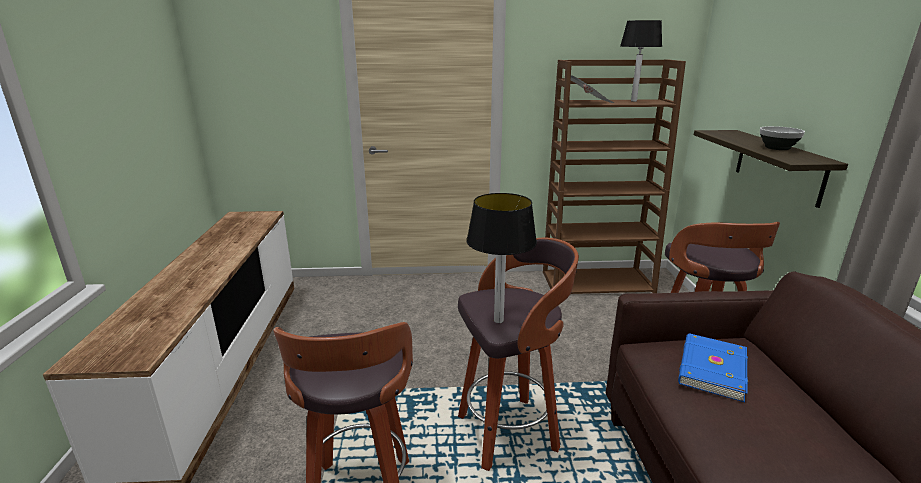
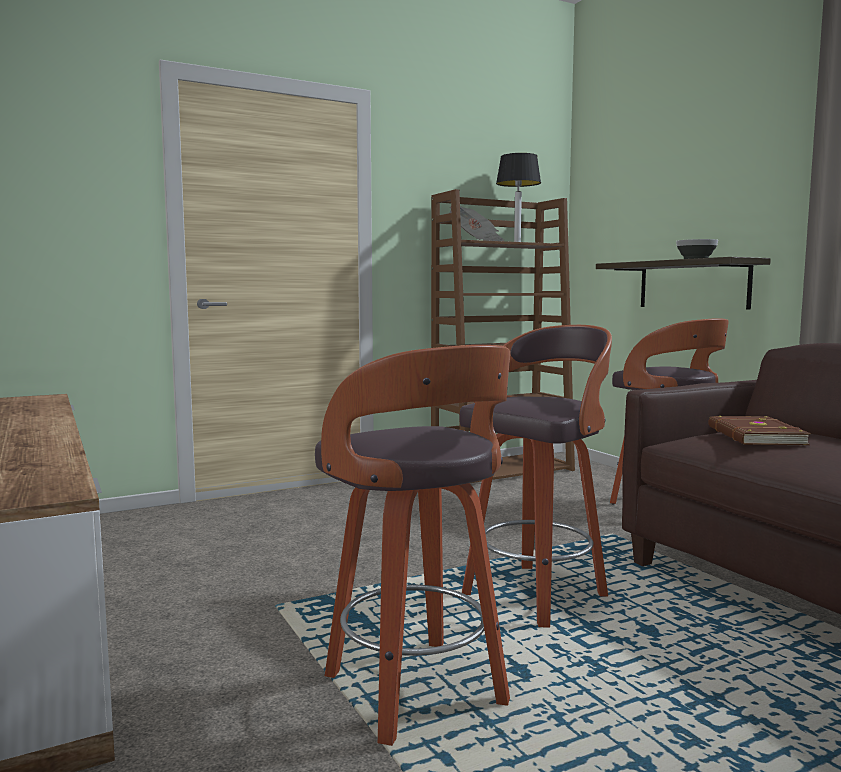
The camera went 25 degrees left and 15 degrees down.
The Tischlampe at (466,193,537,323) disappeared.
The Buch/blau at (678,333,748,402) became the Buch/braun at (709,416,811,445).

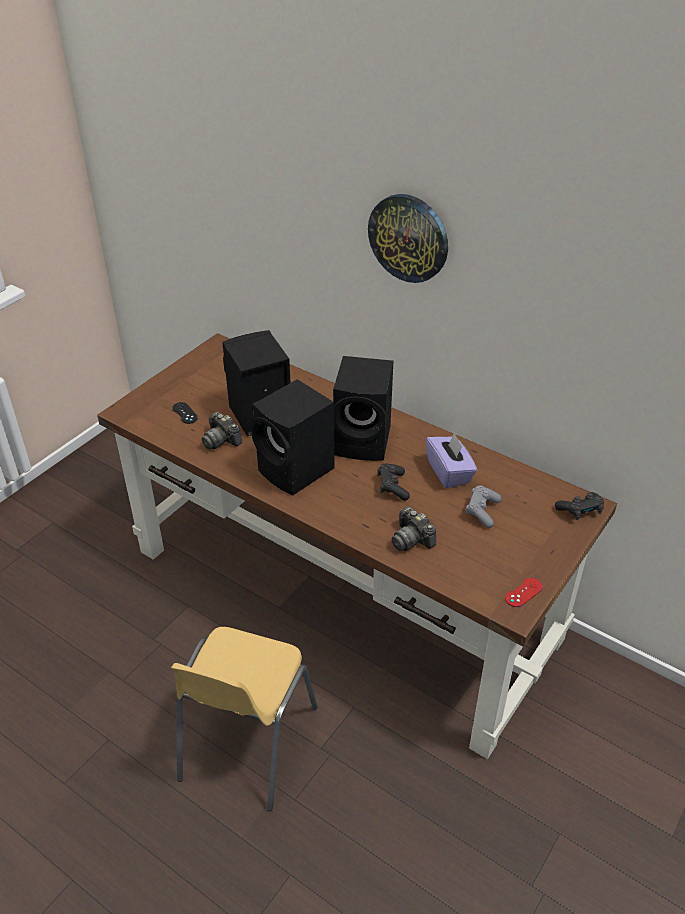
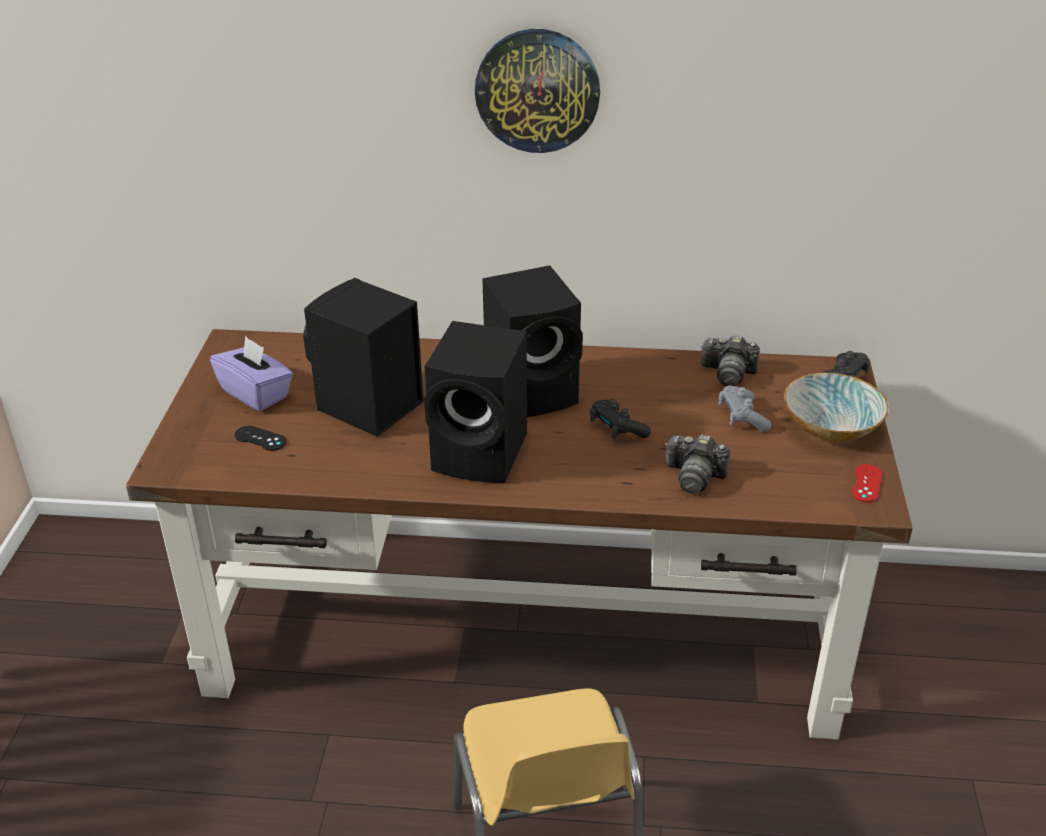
The camera went 30 degrees left and 5 degrees down.
The Schüssel at (784,373,889,442) appeared.
The Kamera moved from (201,412,242,450) to (701,335,760,386).
The Taschentuchbox/lila moved from (426,432,477,488) to (210,336,293,411).

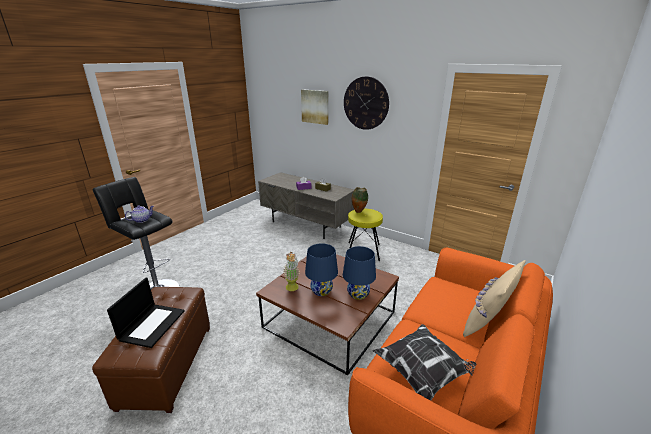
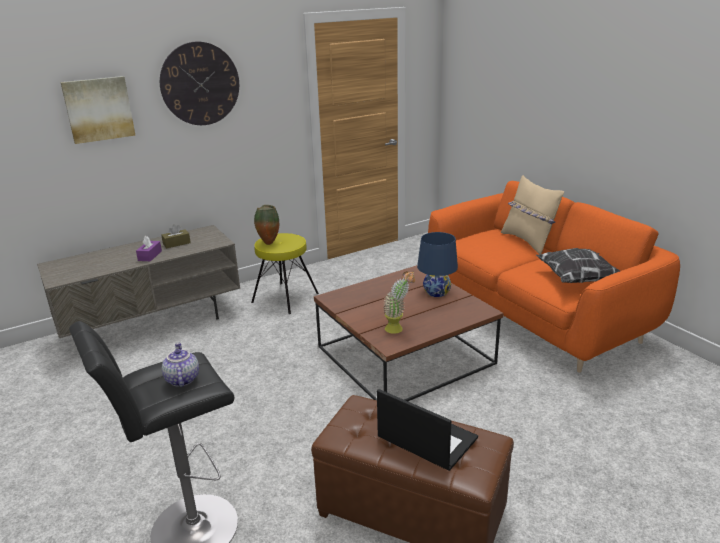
The camera went 65 degrees left and 0 degrees up.
The Tischlampe/blau at (305,243,338,296) disappeared.

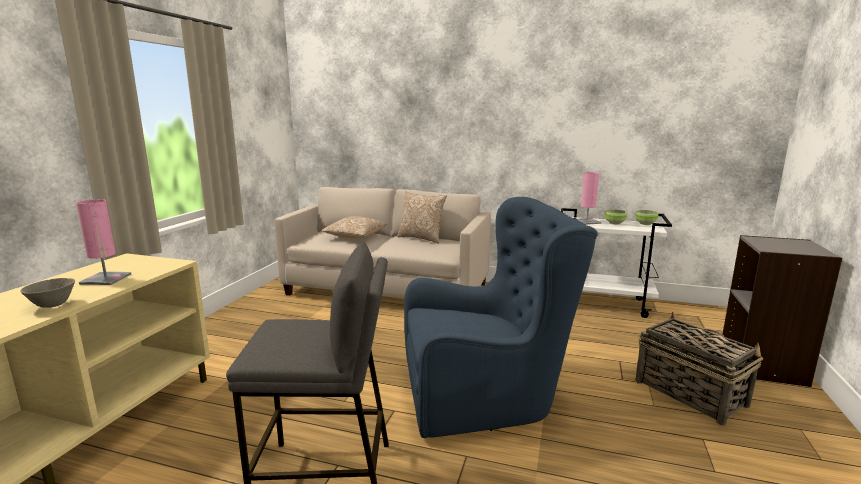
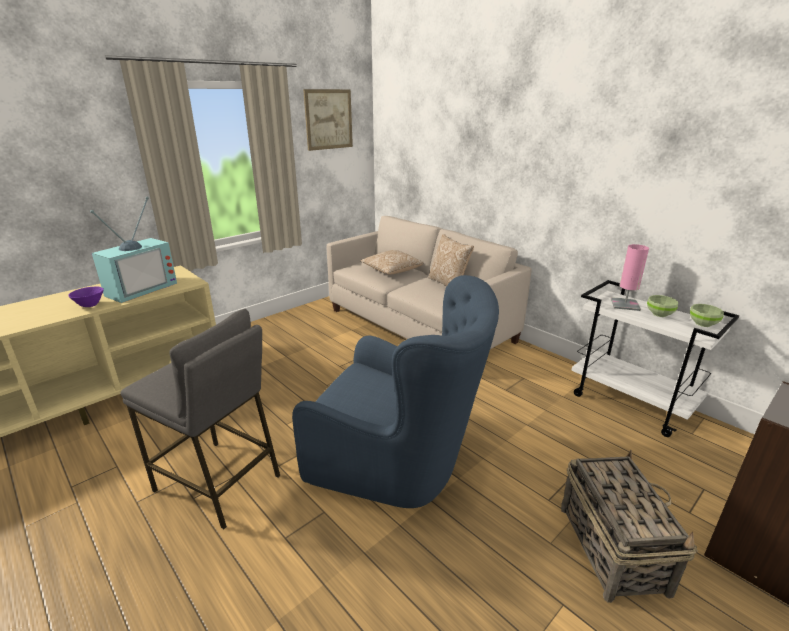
The camera went 30 degrees right and 10 degrees up.
The Bild at (303,89,353,151) appeared.
The Tischlampe/rosa at (76,199,131,285) was replaced by the Fernseher at (90,197,177,303).
The Schüssel/grau at (20,278,75,308) became the Schüssel/lila at (68,286,104,307).

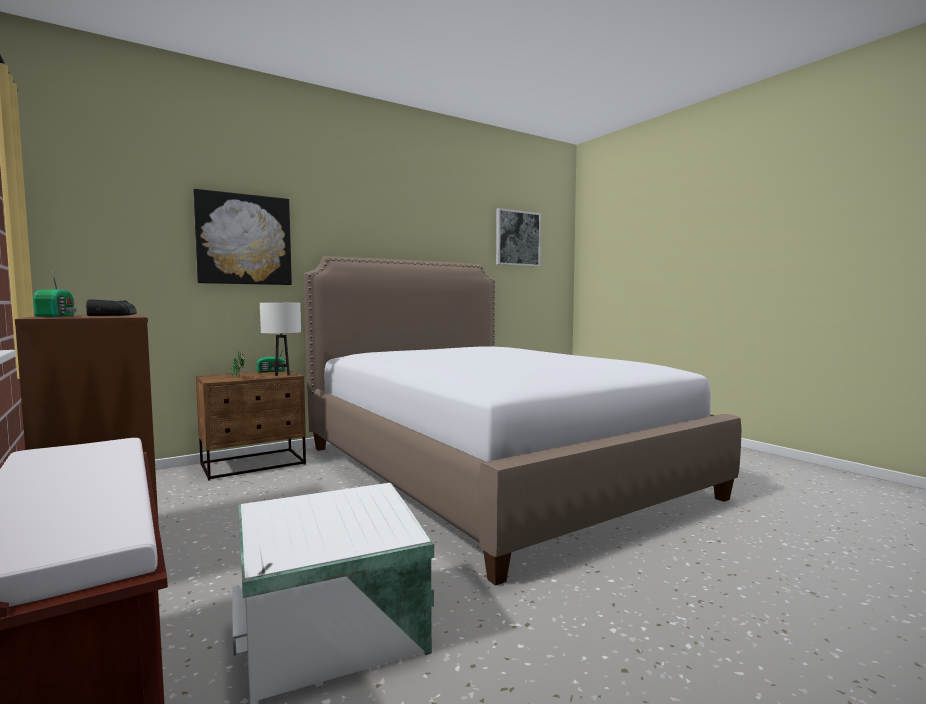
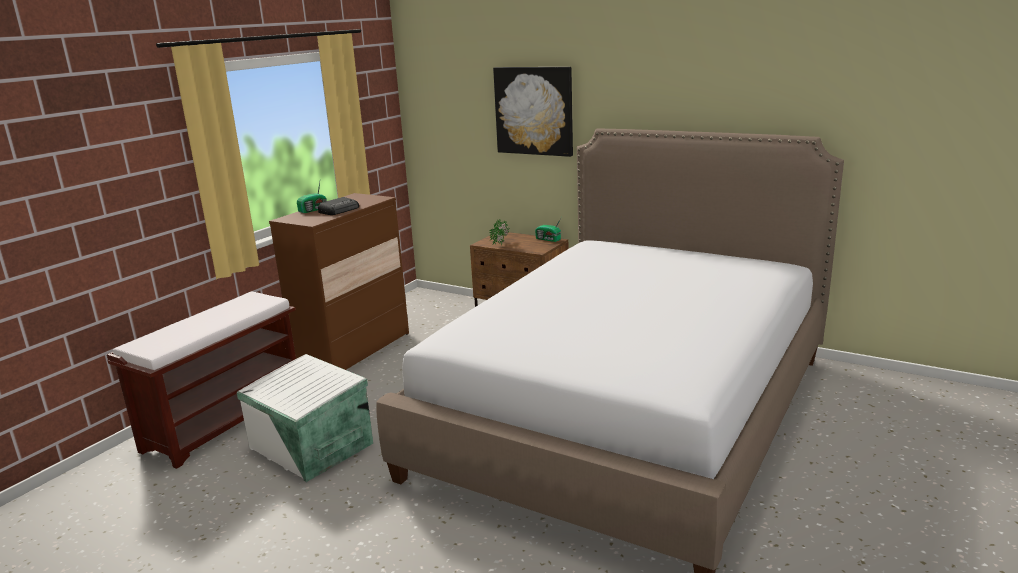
The camera went 65 degrees right and 15 degrees up.
The Tischlampe/weiß at (260,302,301,376) disappeared.
The Bild at (496,208,541,267) disappeared.

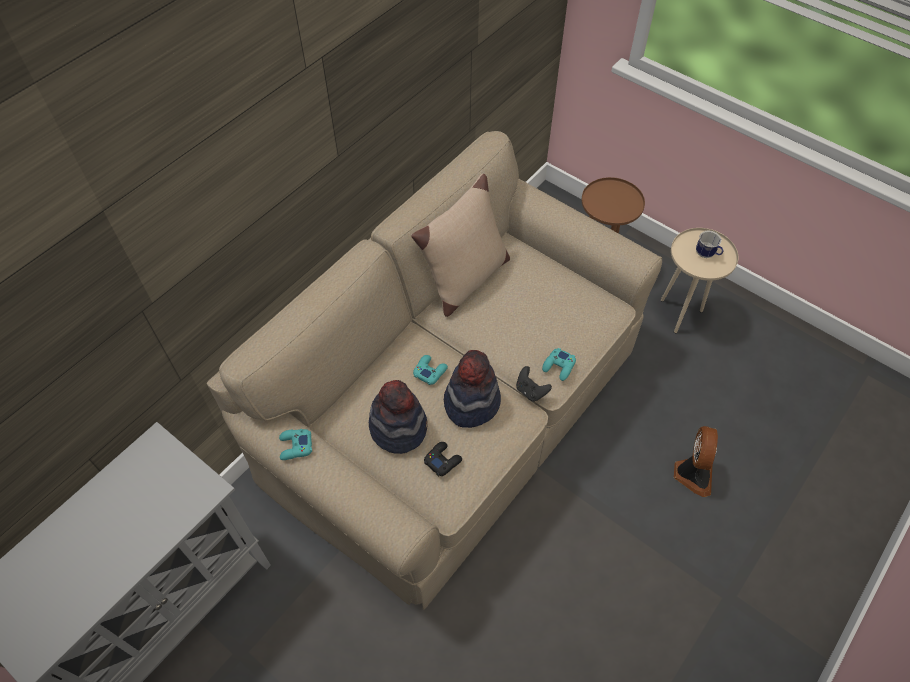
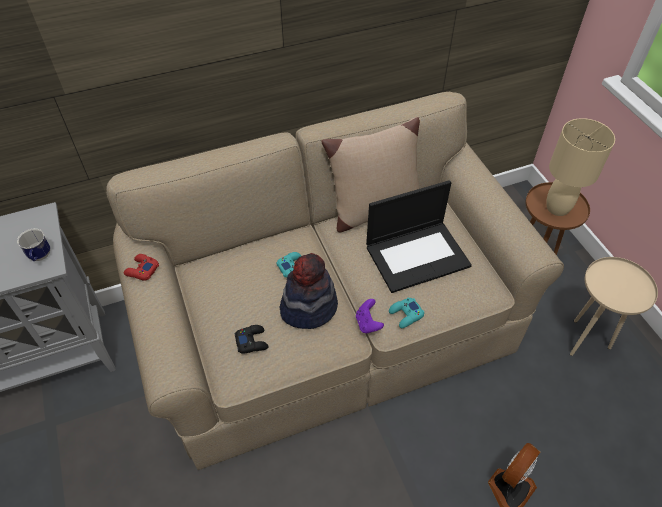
The camera went 30 degrees right and 5 degrees down.
The Hut at (369,380,428,454) disappeared.
The Laptop at (366,180,472,293) appeared.
The Tischlampe/beige at (546,118,615,216) appeared.
The Henkelbecher moved from (696,230,724,258) to (17,228,50,261).
The Gamepad/türkis at (279,429,312,460) became the Gamepad/rot at (124,254,159,281).
The Gamepad/schwarz at (516,366,552,402) became the Gamepad/lila at (356,299,384,334).

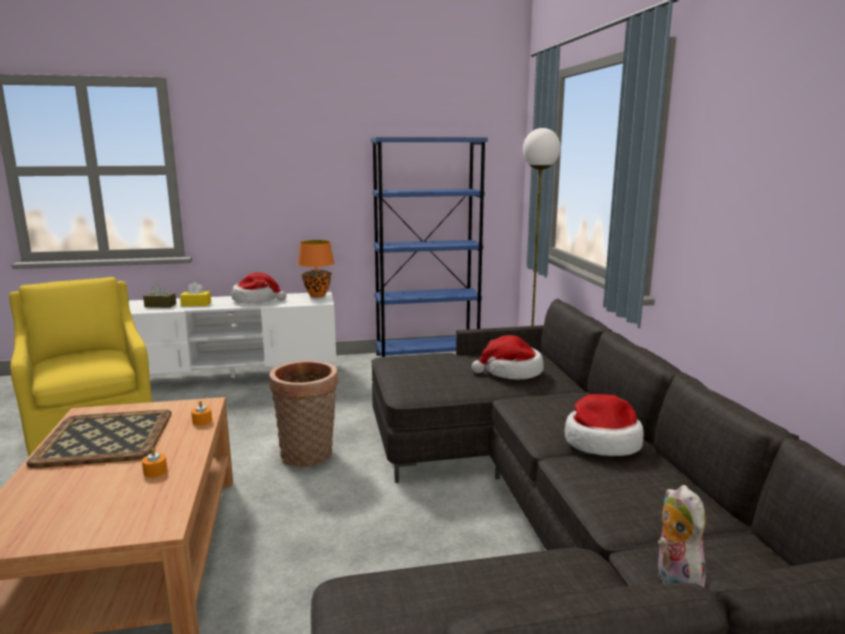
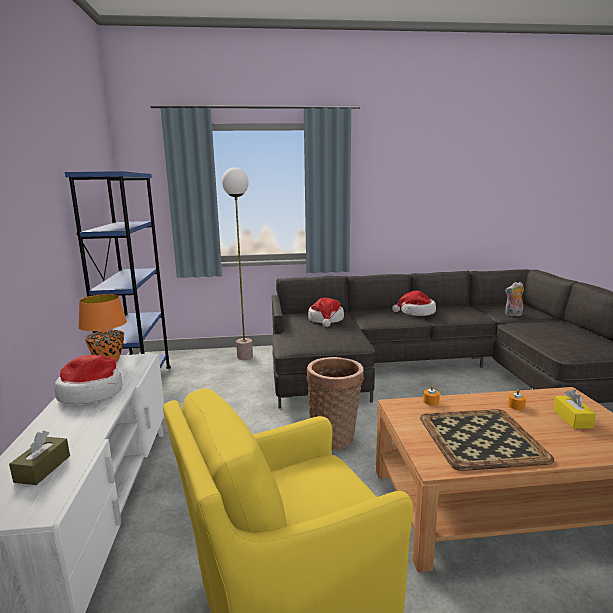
The camera went 85 degrees left and 0 degrees up.
The Taschentuchbox/gelb moved from (180,282,211,306) to (553,390,596,429).

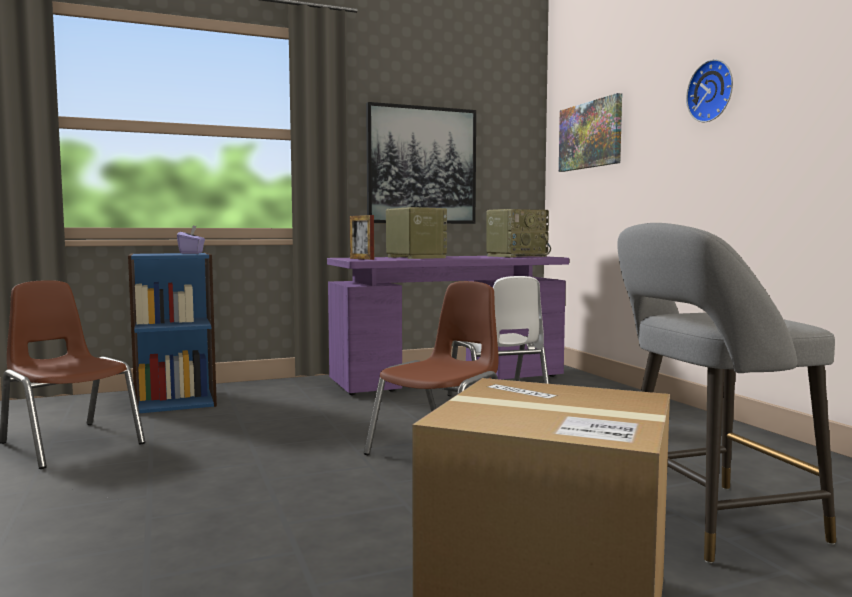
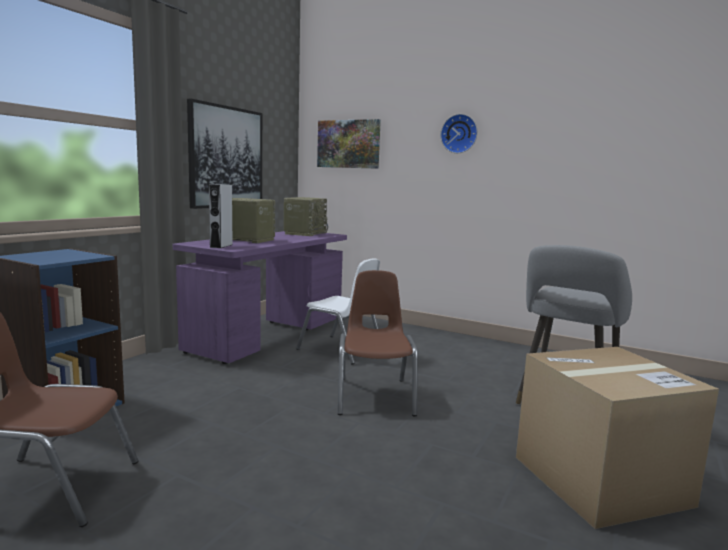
The camera went 40 degrees left and 5 degrees up.
The Taschentuchbox/lila at (177,226,205,254) disappeared.
The Bilderrahmen at (350,215,374,260) was replaced by the Lautsprecher/grau at (209,184,232,248).

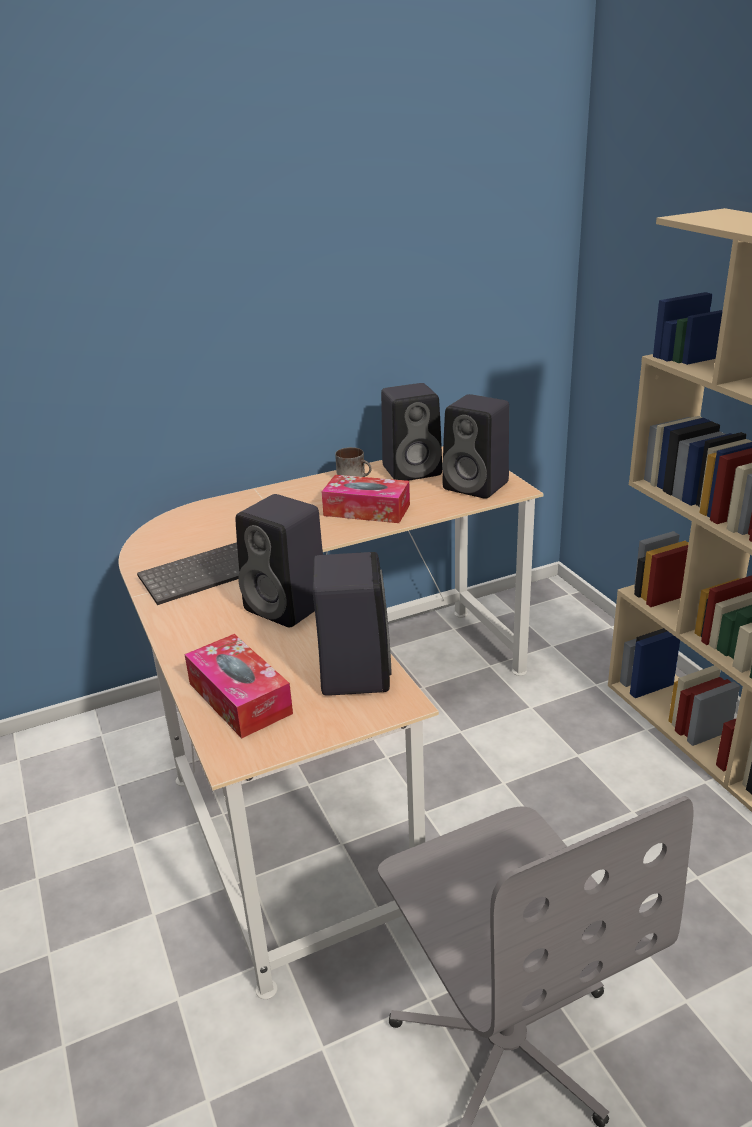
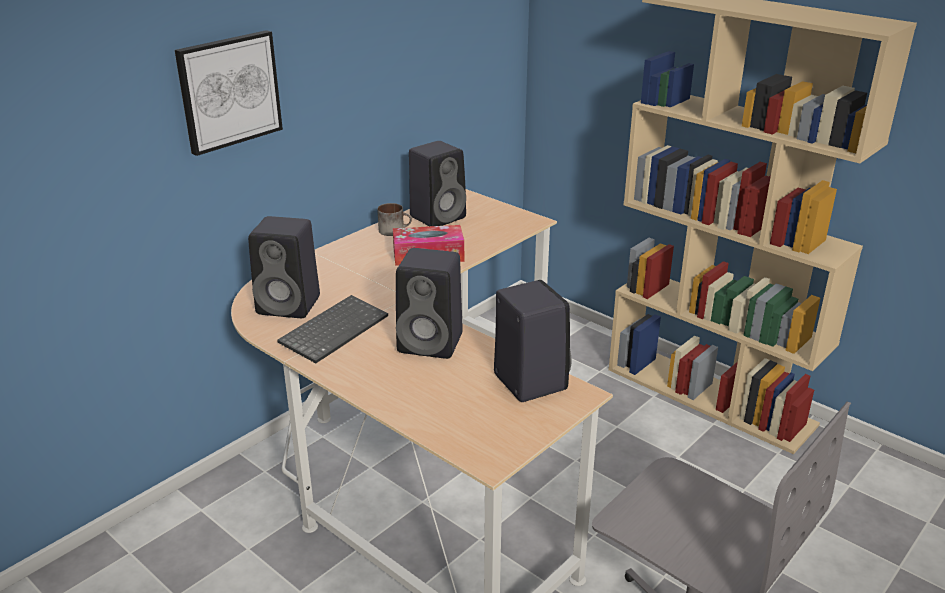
The camera went 25 degrees left and 0 degrees up.
The Taschentuchbox at (184,634,293,739) disappeared.
The Bild at (175,30,283,156) appeared.
The Lautsprecher/schwarz moved from (442,394,509,499) to (248,216,320,318).

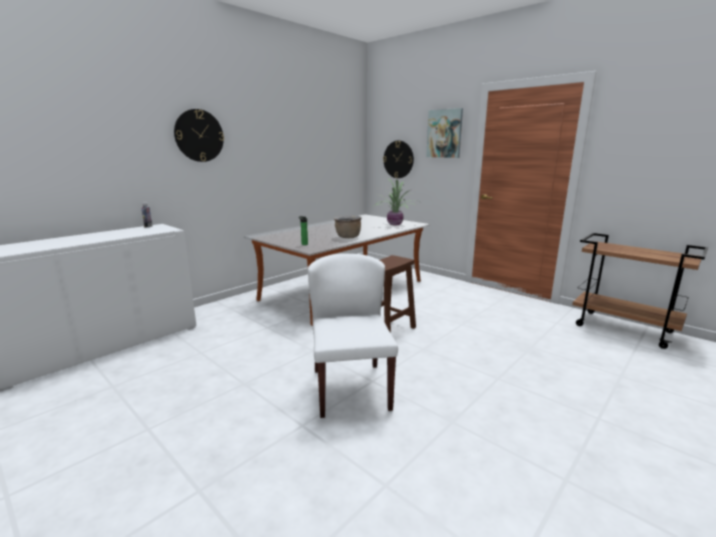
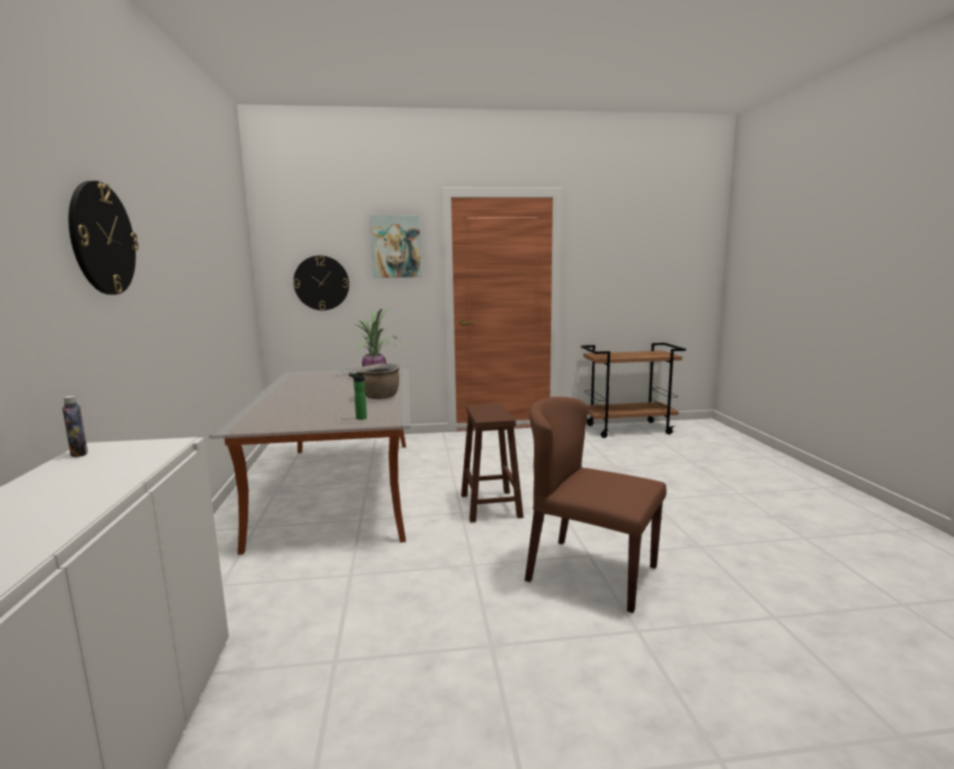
The camera went 50 degrees left and 5 degrees down.
The Stuhl/weiß at (308,254,398,418) became the Stuhl/braun at (525,397,666,613).

